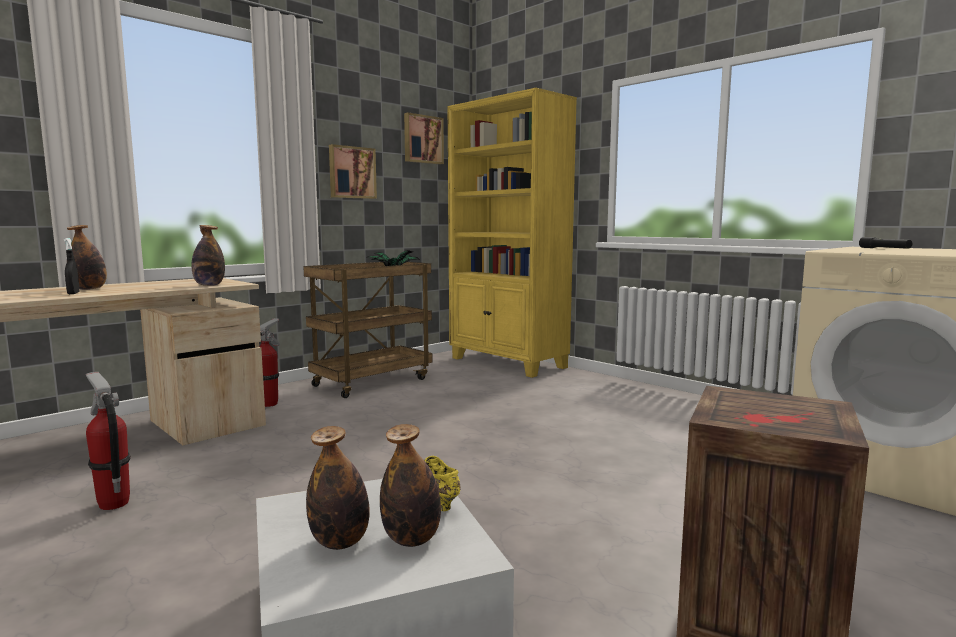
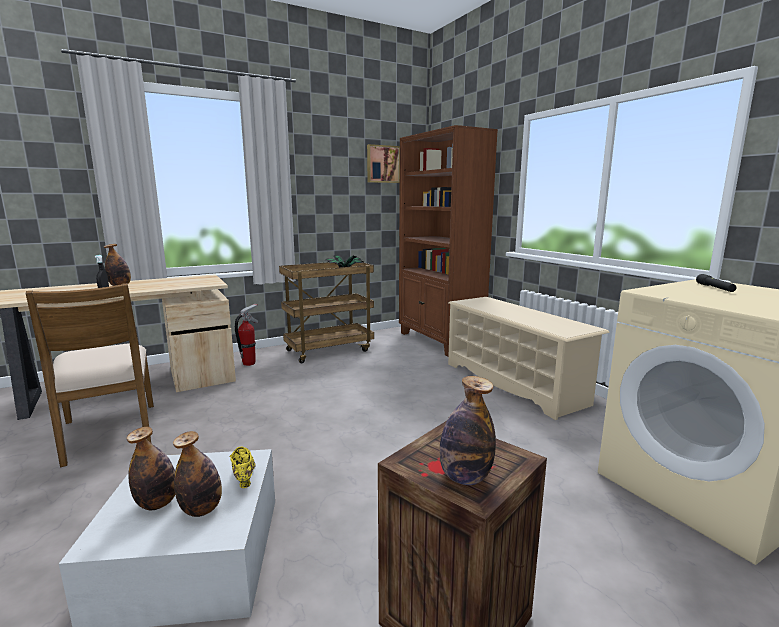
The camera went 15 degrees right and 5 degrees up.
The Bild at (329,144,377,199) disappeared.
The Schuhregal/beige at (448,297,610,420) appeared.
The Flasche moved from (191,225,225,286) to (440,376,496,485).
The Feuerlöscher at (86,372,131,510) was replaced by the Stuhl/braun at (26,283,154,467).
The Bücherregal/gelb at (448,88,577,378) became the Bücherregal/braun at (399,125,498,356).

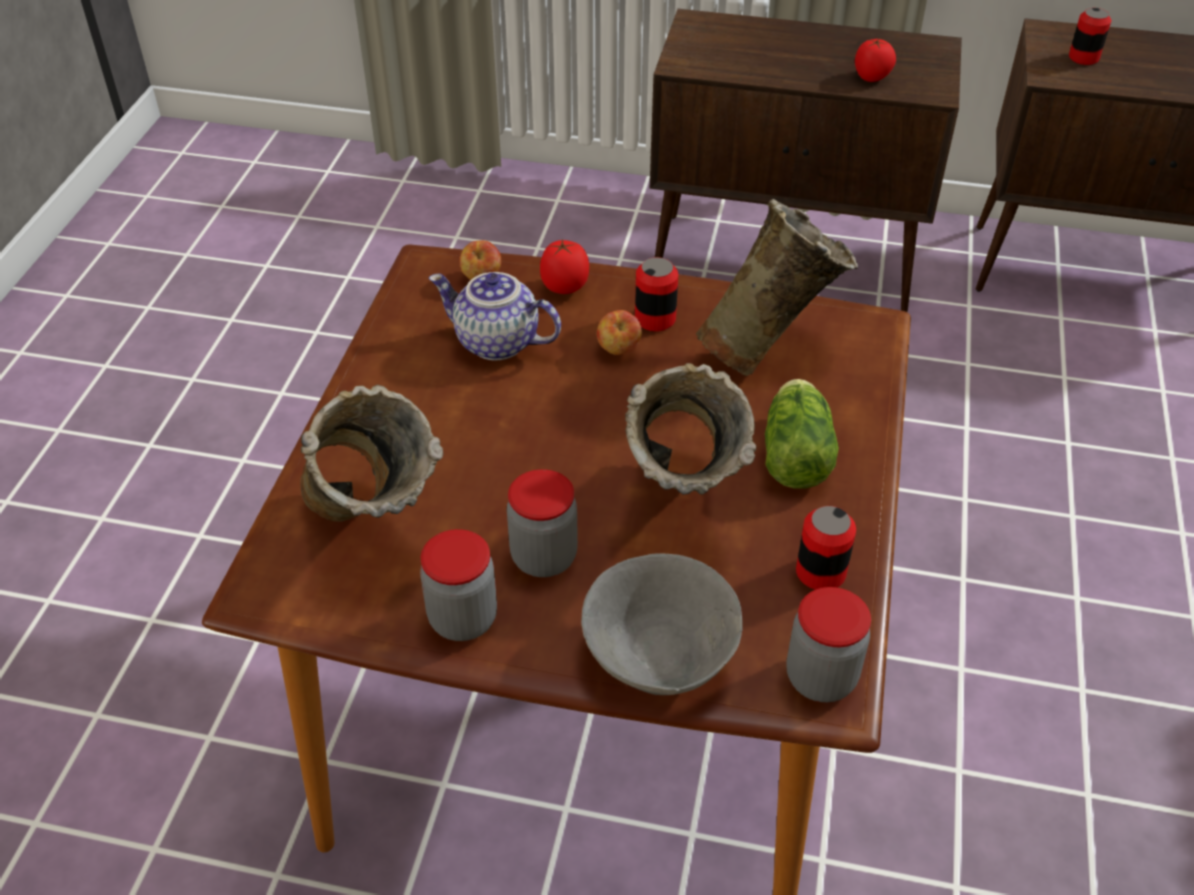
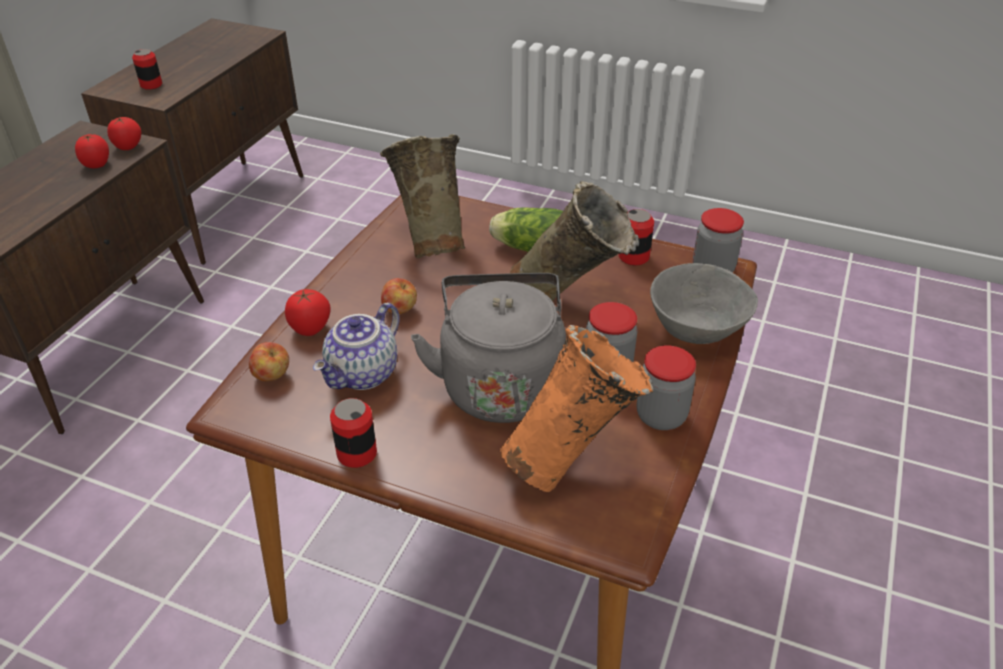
The camera went 80 degrees left and 5 degrees down.
The Tomate at (107,116,141,150) appeared.
The Wasserkessel/grau at (411,273,566,423) appeared.
The Dose moved from (635,257,678,332) to (330,398,377,468).
The Vase/beige at (300,385,443,522) became the Vase/orange at (500,325,654,492).

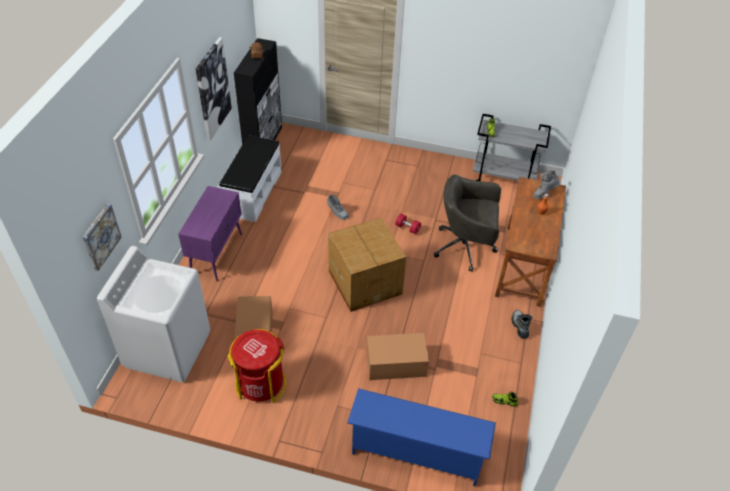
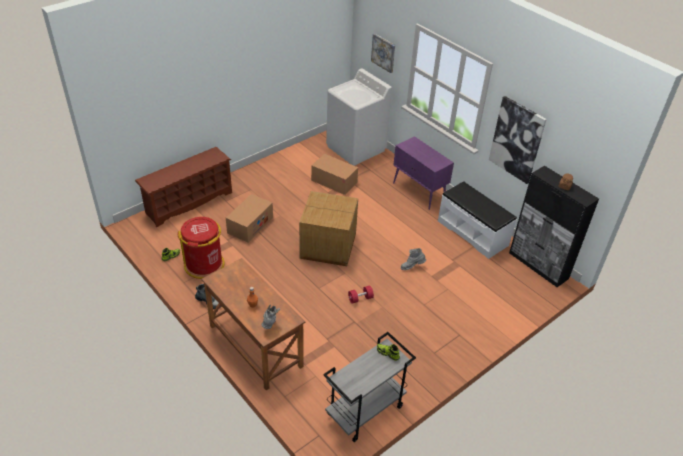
The camera went 125 degrees right and 5 degrees down.
The Bürostuhl/grau at (434,175,501,272) disappeared.
The Mülleimer/rot moved from (228,329,286,403) to (178,217,225,279).
The Schuhregal/blau at (347,388,496,486) became the Schuhregal/braun at (135,147,232,227).

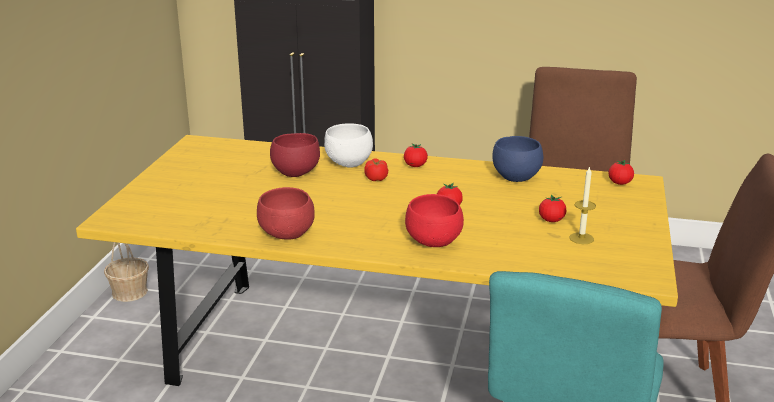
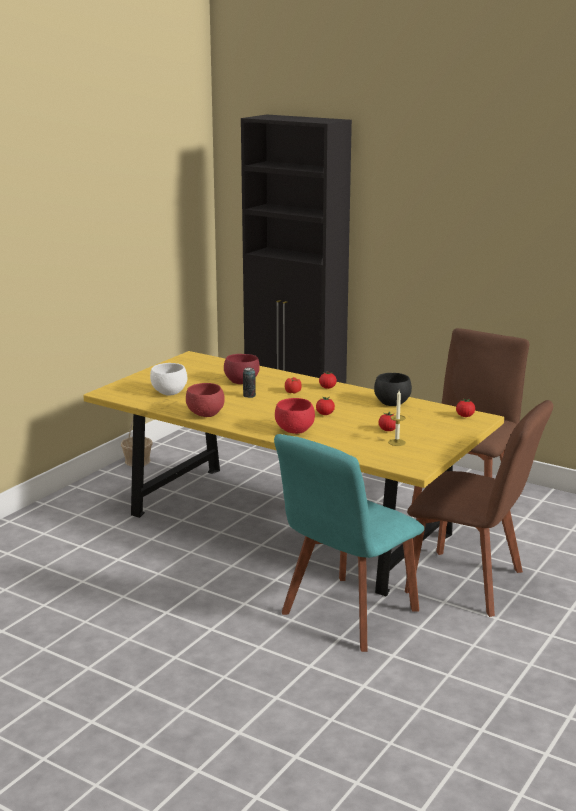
The camera went 20 degrees right and 5 degrees down.
The Dose at (243,367,256,398) appeared.
The Schüssel/weiß moved from (324,123,373,168) to (150,363,187,396).
The Schüssel/blau at (492,136,543,182) became the Schüssel/schwarz at (374,373,412,406).

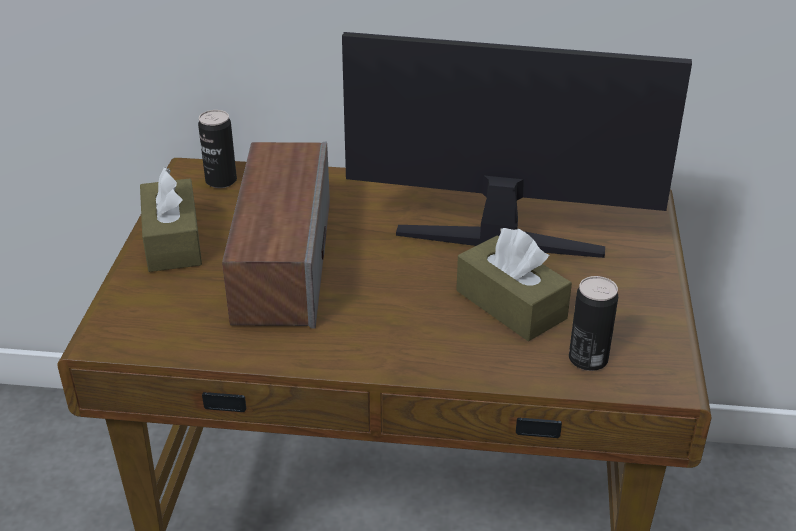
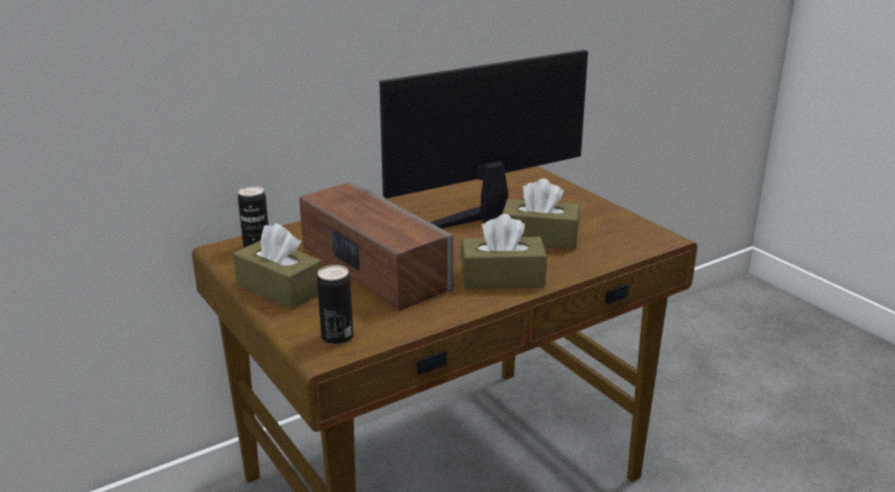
The camera went 40 degrees left and 10 degrees down.
The Taschentuchbox/braun at (461,214,547,289) appeared.
The Dose moved from (569,276,618,371) to (317,265,353,345).

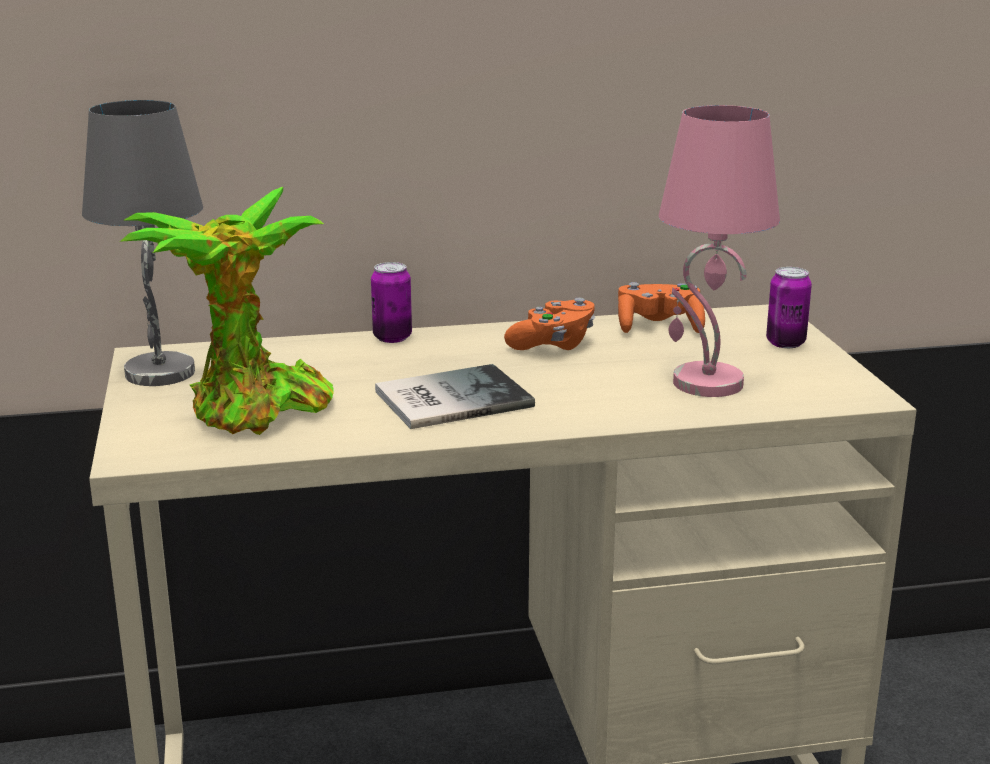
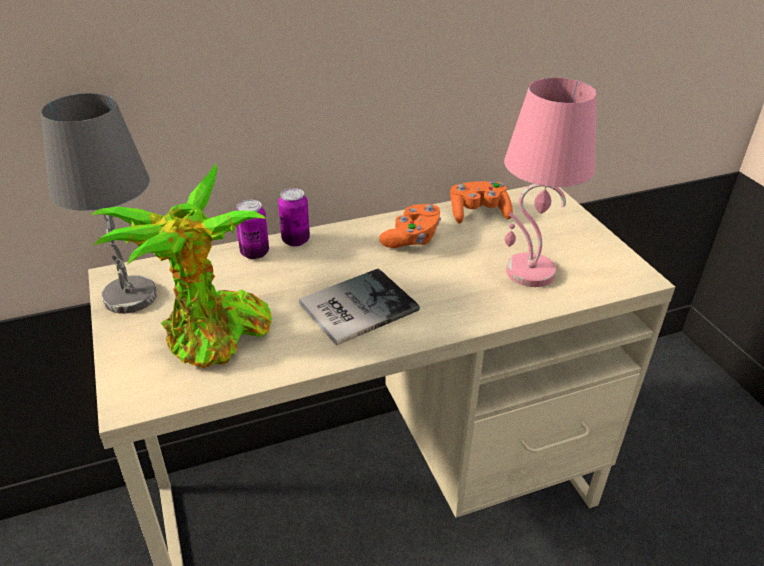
The camera went 10 degrees left and 15 degrees up.
The Dose moved from (766,267,812,348) to (236,200,269,259).

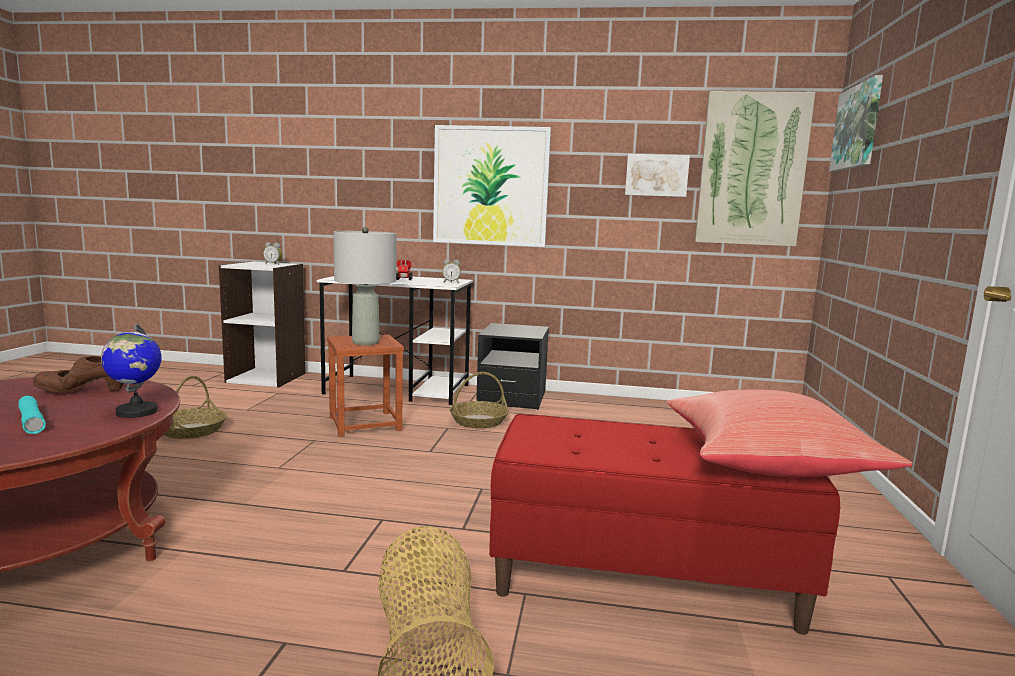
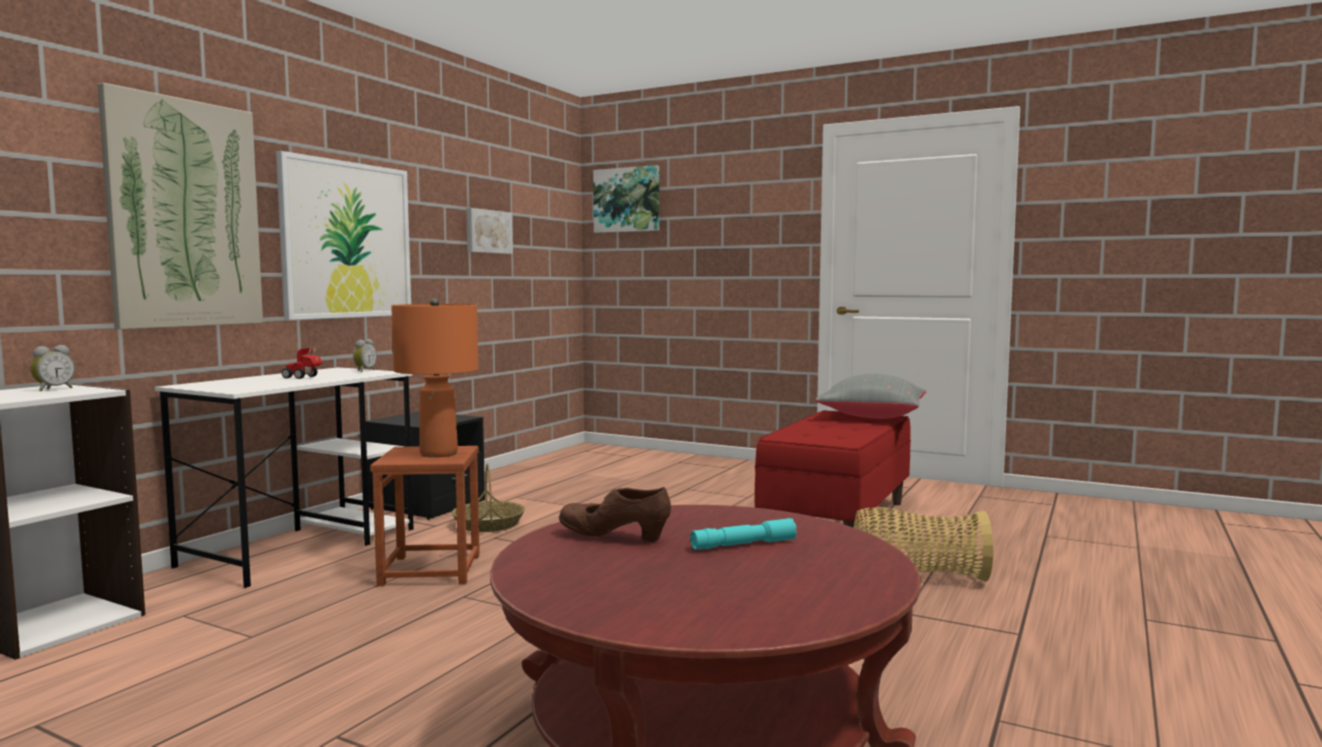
The camera went 70 degrees left and 5 degrees down.
The Globus at (101,324,161,418) disappeared.
The Korb at (164,376,227,439) disappeared.
The Bild moved from (695,91,815,246) to (97,83,263,329).
The Tischlampe/grau at (333,227,396,345) became the Tischlampe/orange at (391,298,478,458).
The Kissen/rot at (667,390,913,477) became the Kissen/grau at (815,373,927,419).
The Schuh/braun at (33,356,123,393) turned 105 degrees clockwise.

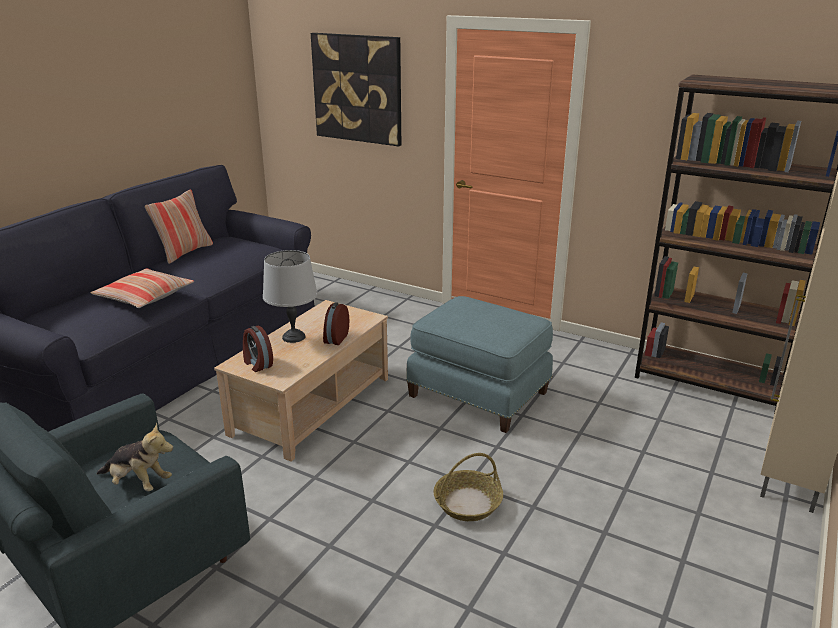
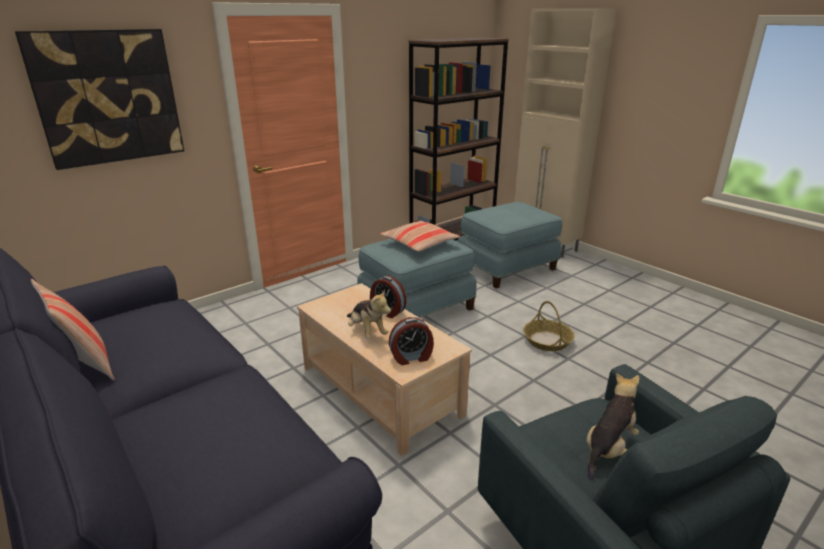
The camera went 70 degrees left and 0 degrees up.
The Polsterhocker/blau at (458,202,562,288) appeared.
The Kissen moved from (90,268,194,308) to (380,221,460,252).
The Tischlampe/grau at (263,250,318,343) was replaced by the Plüschtier at (347,290,391,339).

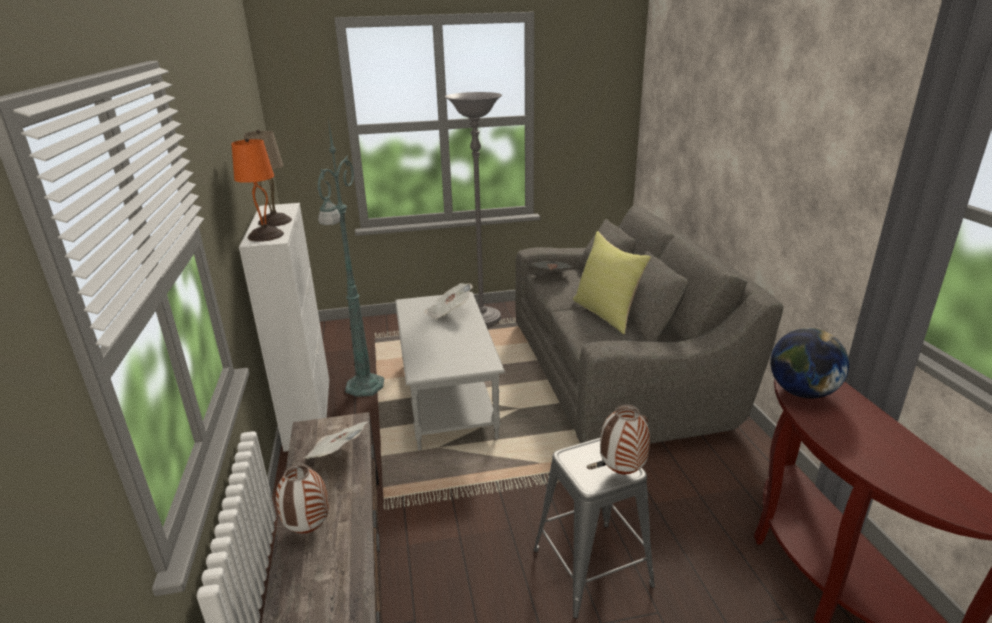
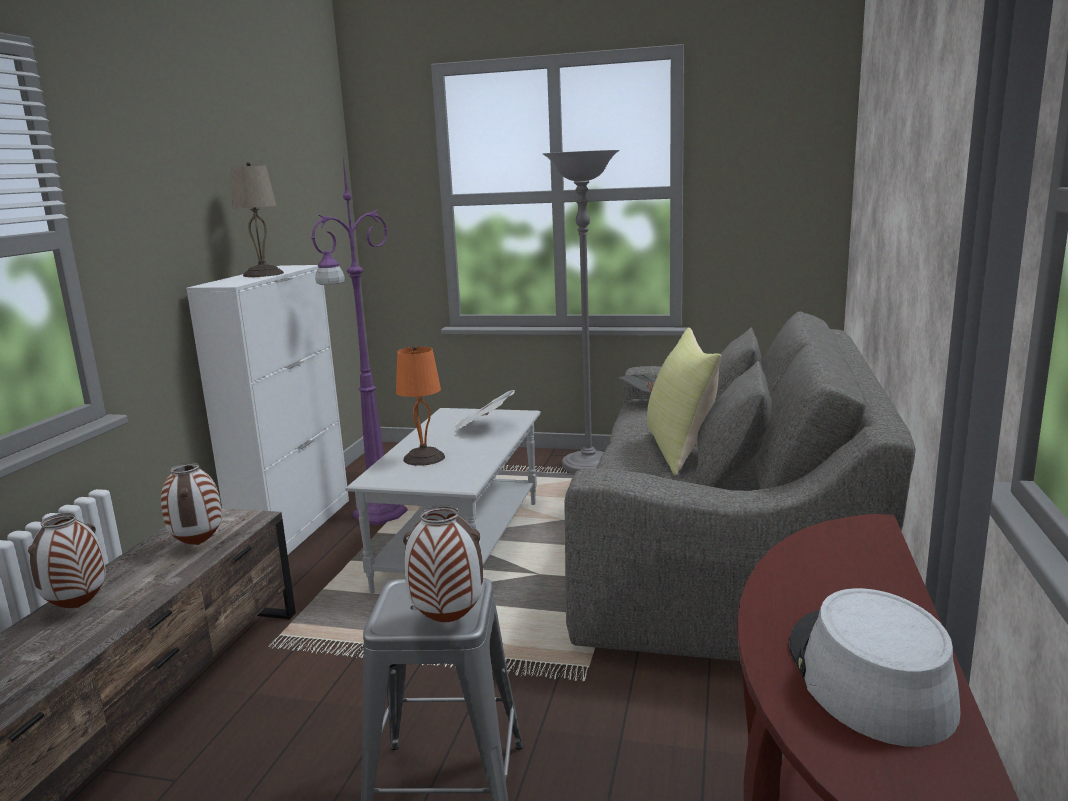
The camera went 25 degrees right and 10 degrees down.
The Globus at (770,328,849,399) disappeared.
The Hut/grau at (789,588,961,747) appeared.
The Tischlampe/orange moved from (231,138,284,242) to (396,346,445,466).
The Zeitung at (303,422,368,459) was replaced by the Vase at (161,462,222,545).
The Stehlampe/grün at (317,119,384,397) became the Stehlampe/lila at (311,159,408,525).

